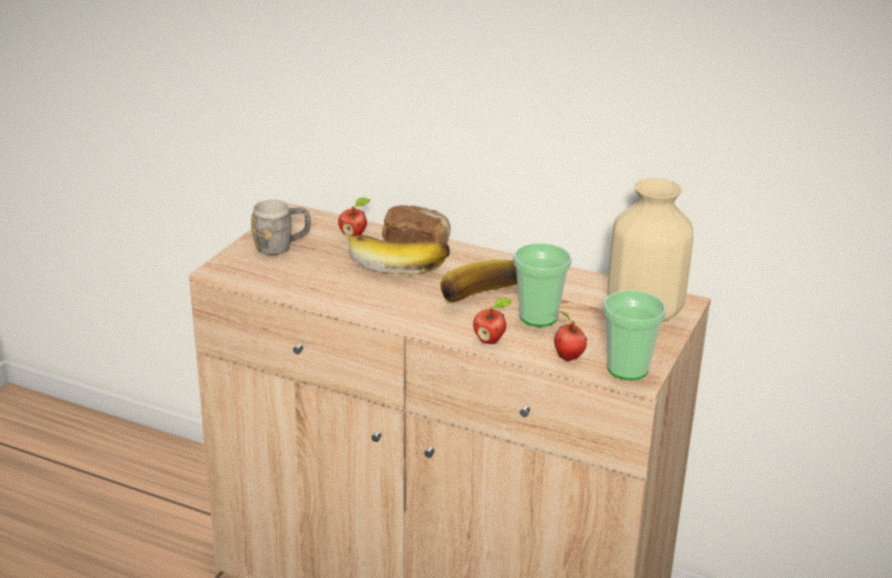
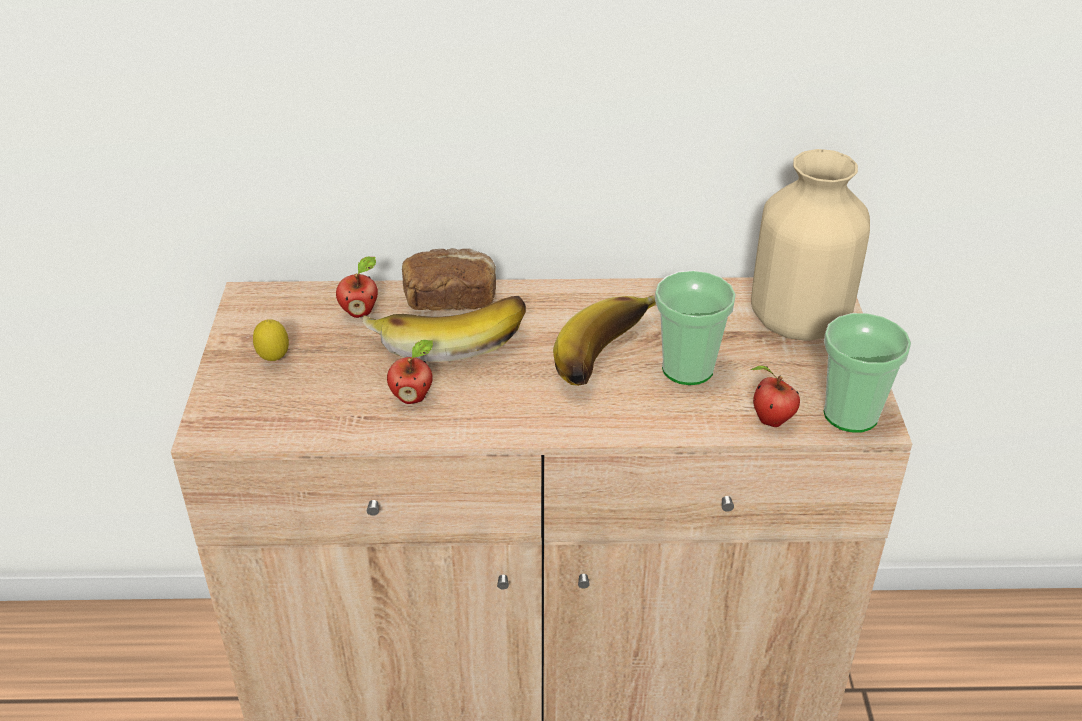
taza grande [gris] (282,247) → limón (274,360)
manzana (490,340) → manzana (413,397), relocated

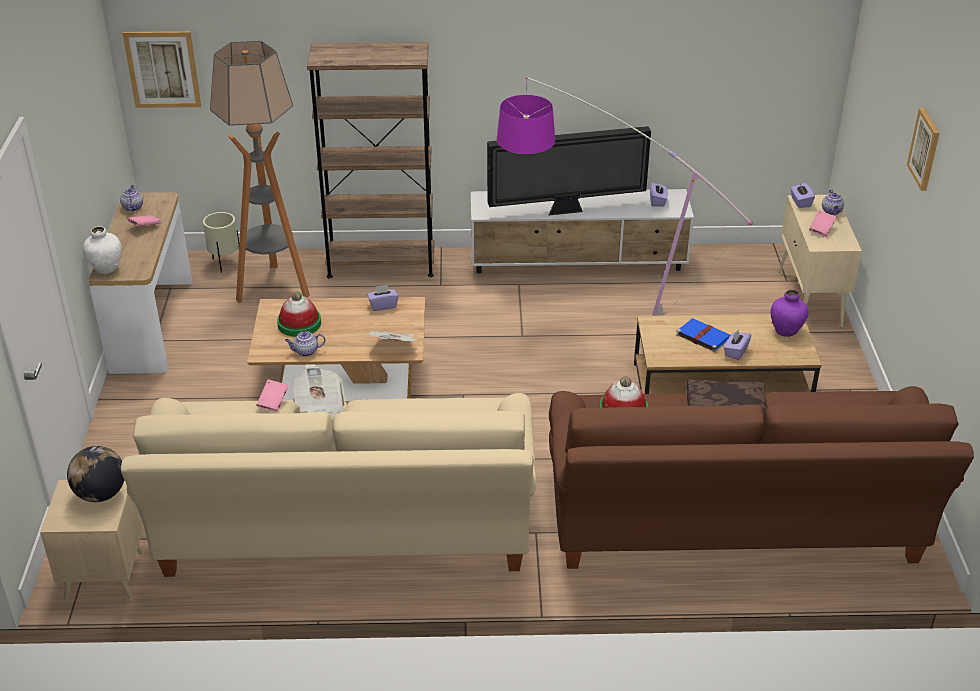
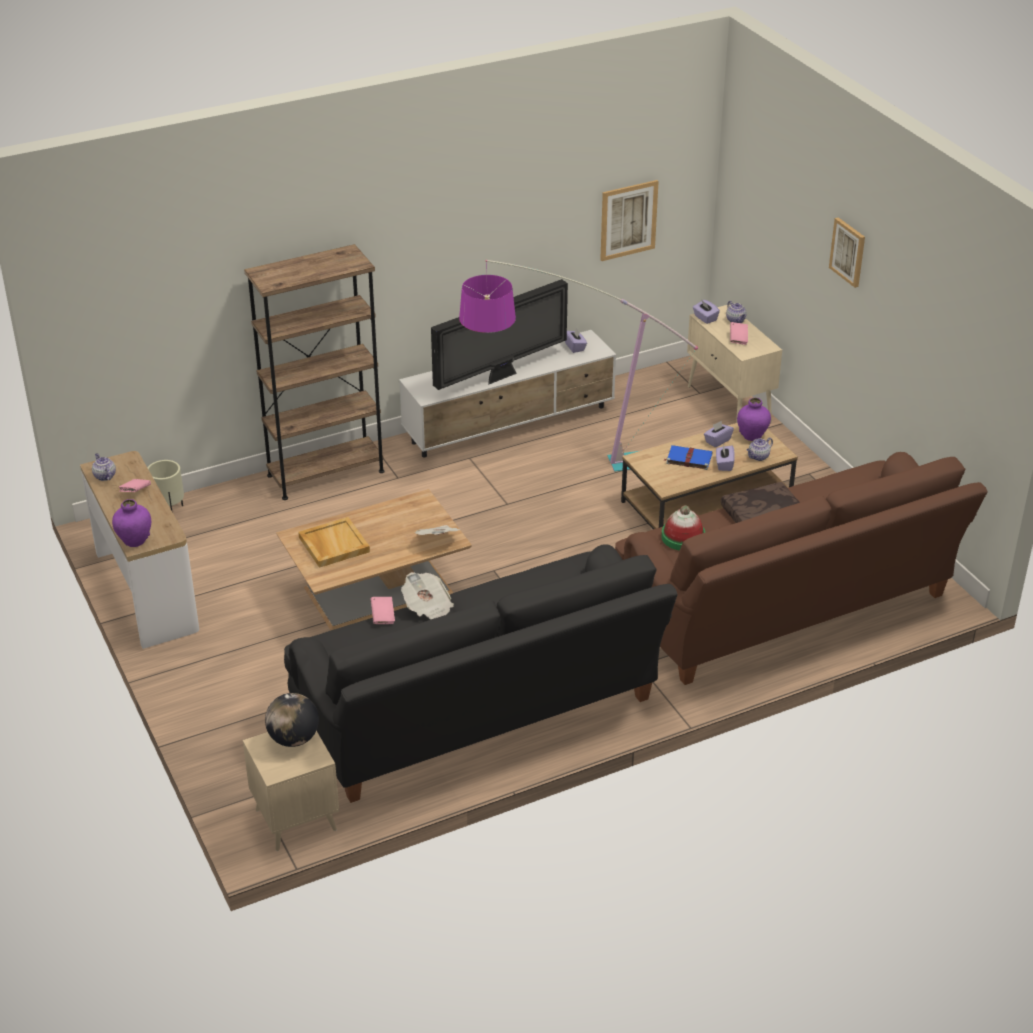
cuadro (162,69) → cuadro (628,220), relocated
lámpara de pie (273,288) → -
florero [blanco] (106,269) → florero [morado] (135,541)
caja de pañuelos [morado] (383,305) → caja de pañuelos [morado] (717,441), relocated
sombrero (299,323) → bandeja [beis] (333,544)
tetera (306,351) → tetera (758,457), relocated
sofá [beis] (346,529) → sofá [negro] (479,713)

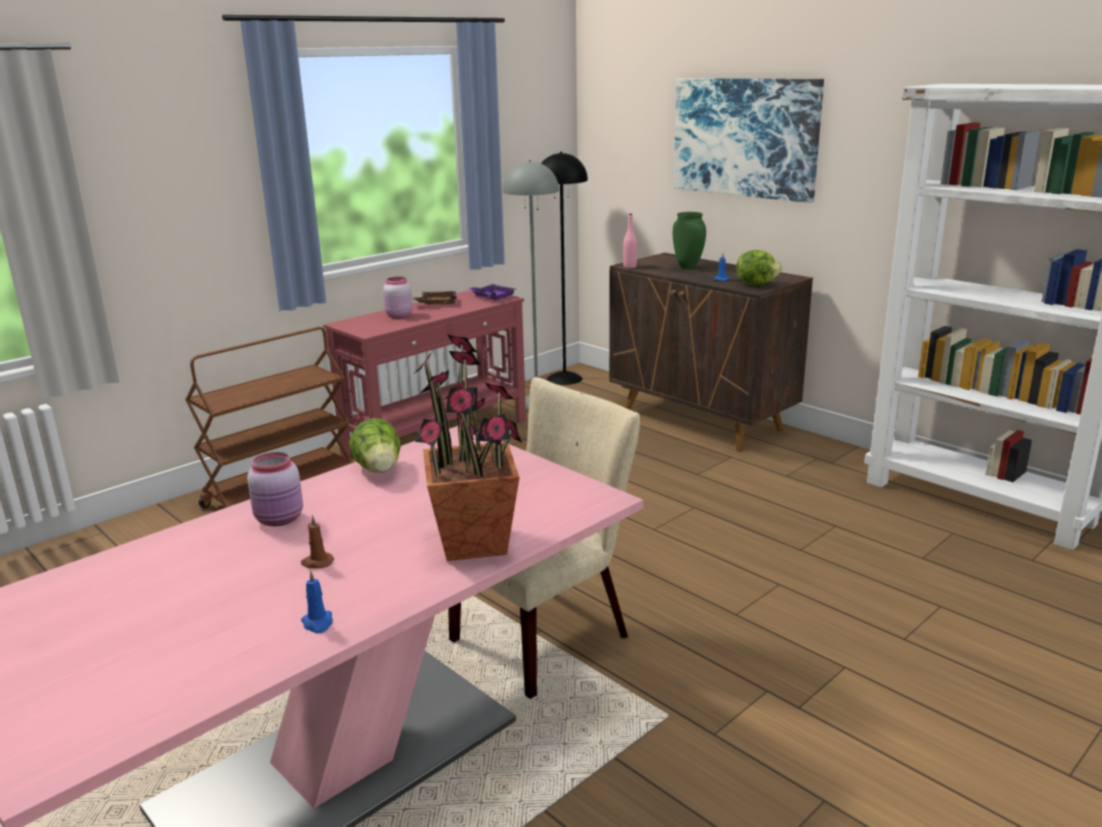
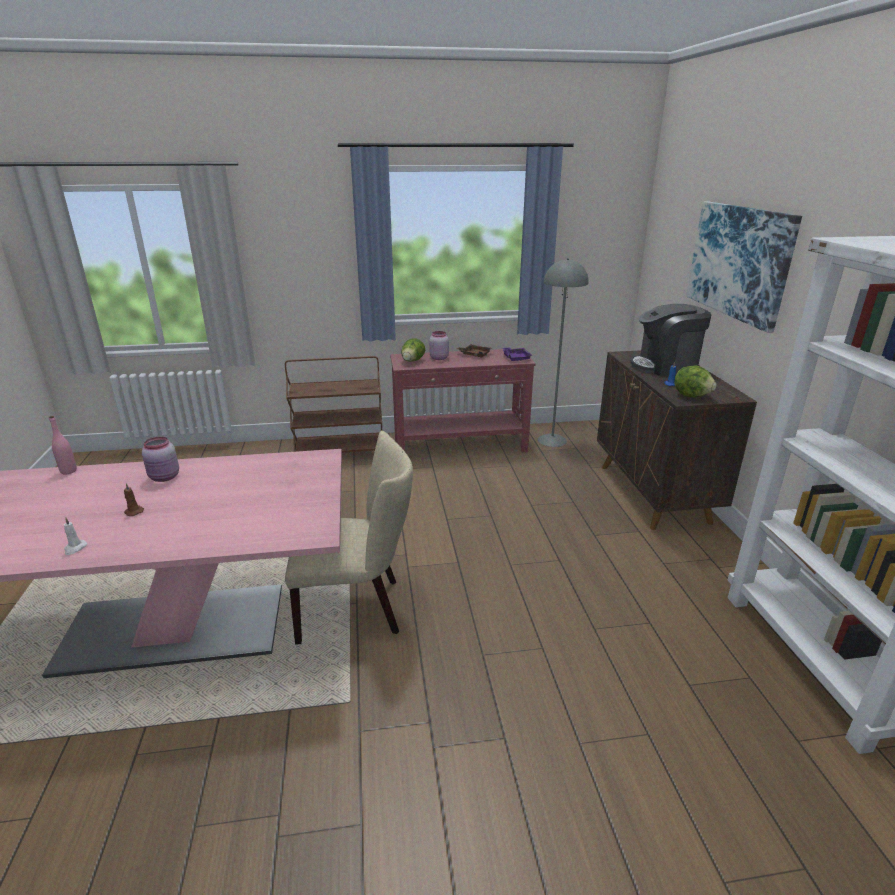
lámpara de pie [negro] (564,378) → -
florero [verde] (688,267) → cafetera (665,366)
botella [rosa] (629,266) → botella [rosa] (68,471), relocated
planta en maceta (474,543) → -
lechuga (379,470) → lechuga (412,361), relocated
vela [azul] (318,623) → vela [blanco] (75,548)

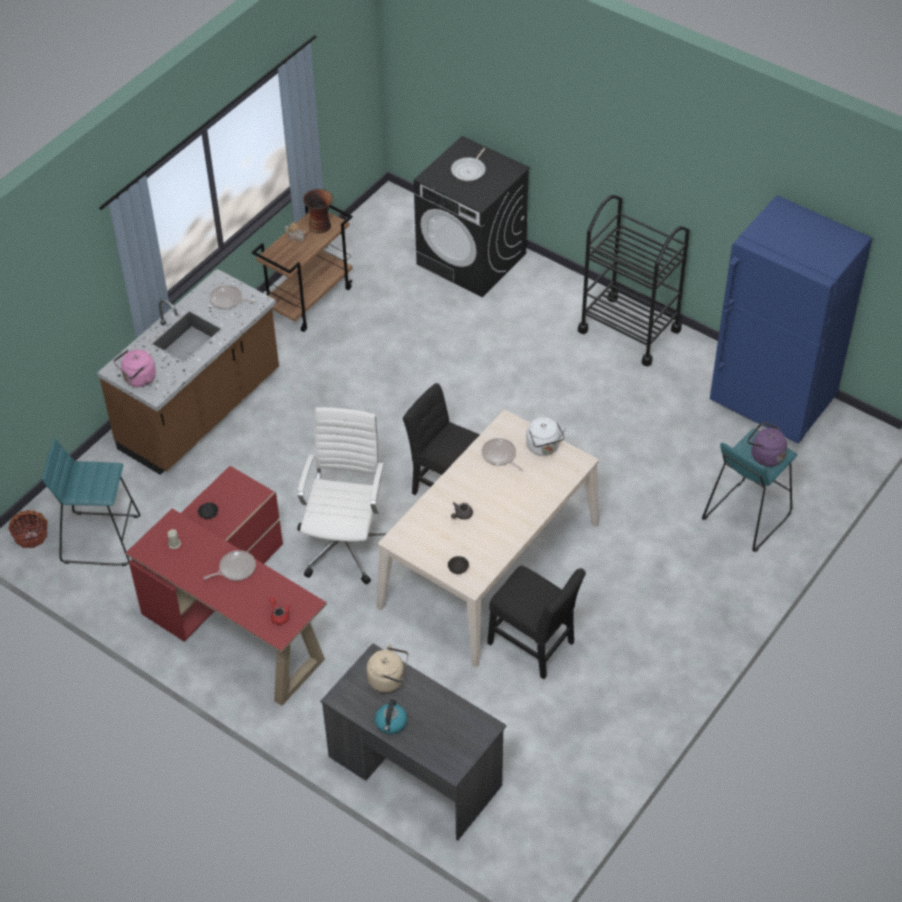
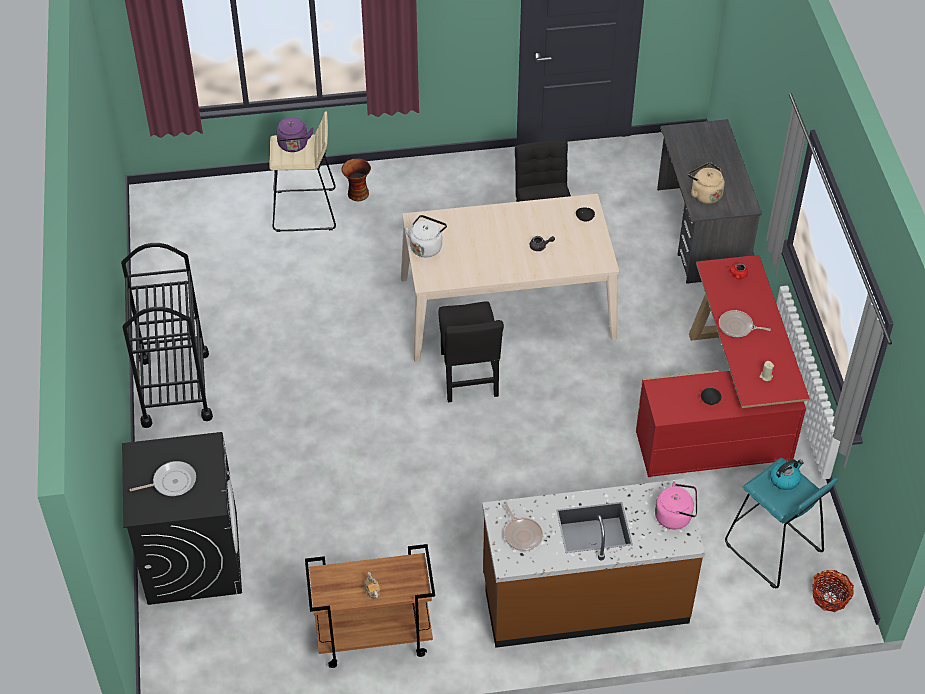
florero (320,225) → florero (357,193), relocated
nevera [azul] (772,404) → -
silla de oficina [blanco] (346,543) → -
taburete [turquesa] (746,516) → taburete [beis] (305,210)
sartén (500,456) → -
hervidor (391,723) → hervidor (785,479), relocated

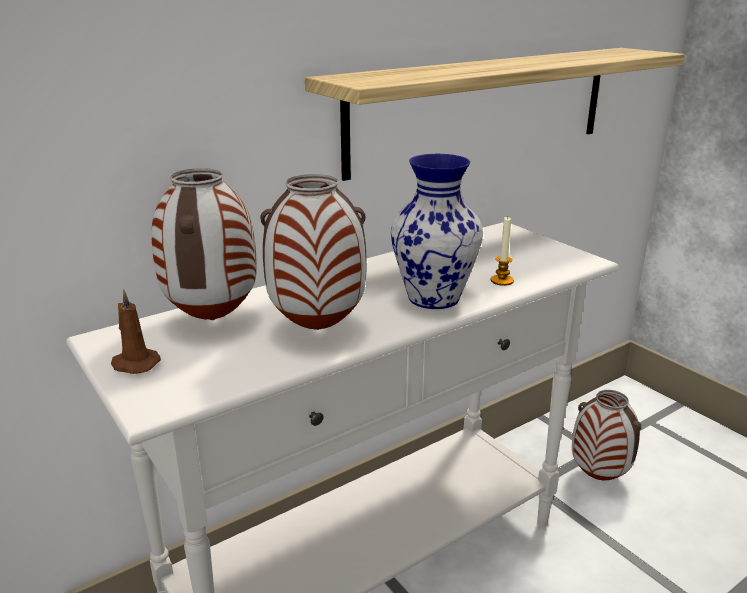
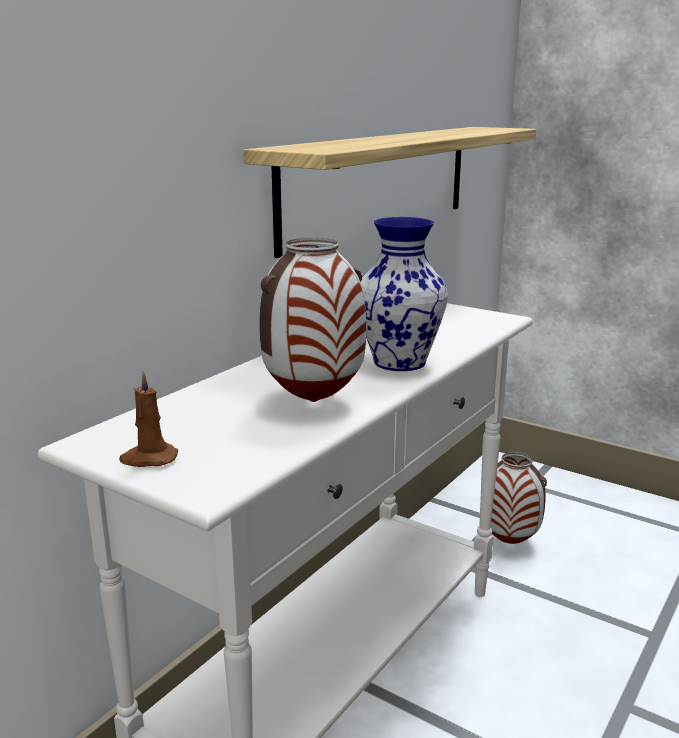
florero (213,320) → -
vela (502,281) → -

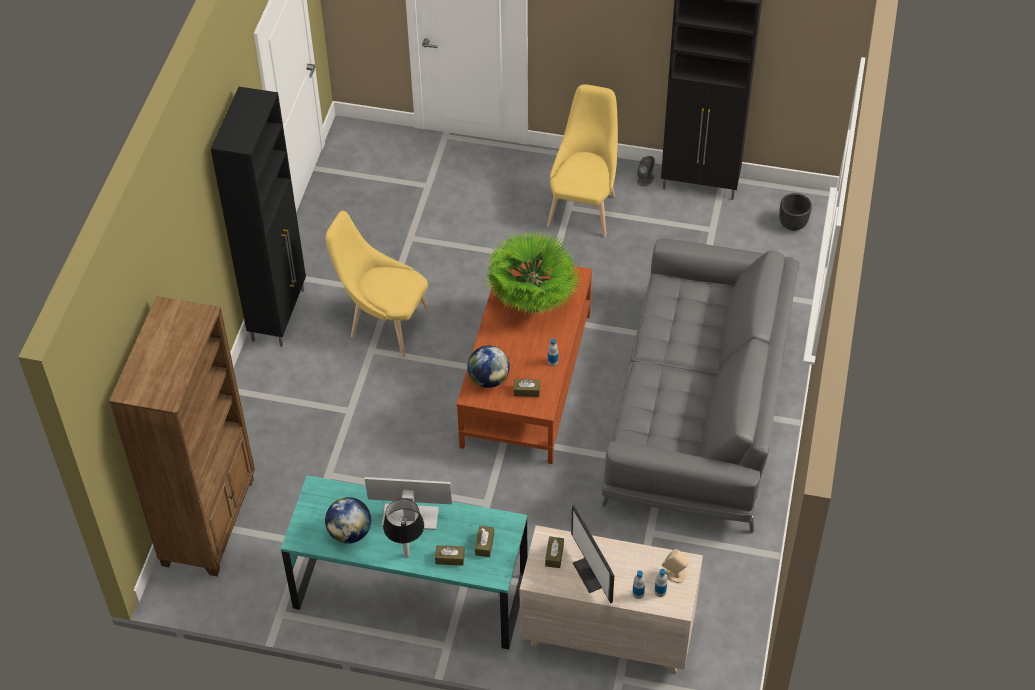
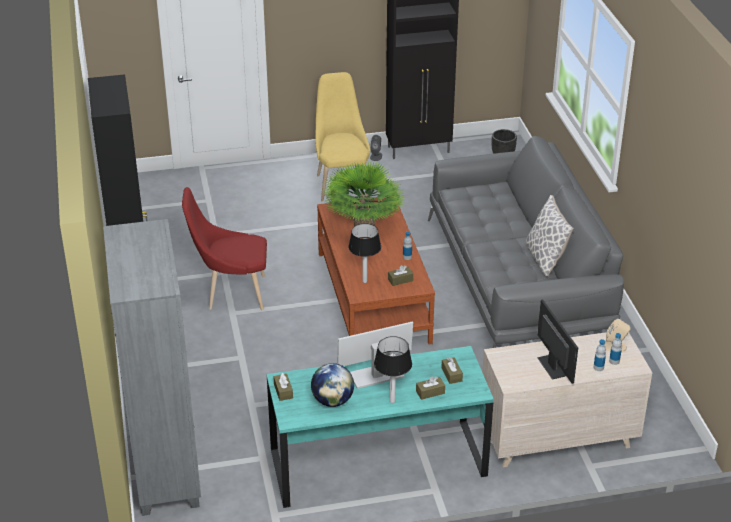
silla [amarillo] (384,324) → silla [rojo] (232,294)
estantería [marrón] (210,521) → estantería [gris] (166,469)
globo terráqueo (489,379) → lámpara de mesa (364,281)
monitor (592,574) → monitor (553,366), 150 degrees counterclockwise
caja de pañuelos [marrón] (554,555) → caja de pañuelos [marrón] (283,391), relocated
- → cojín (545,258)

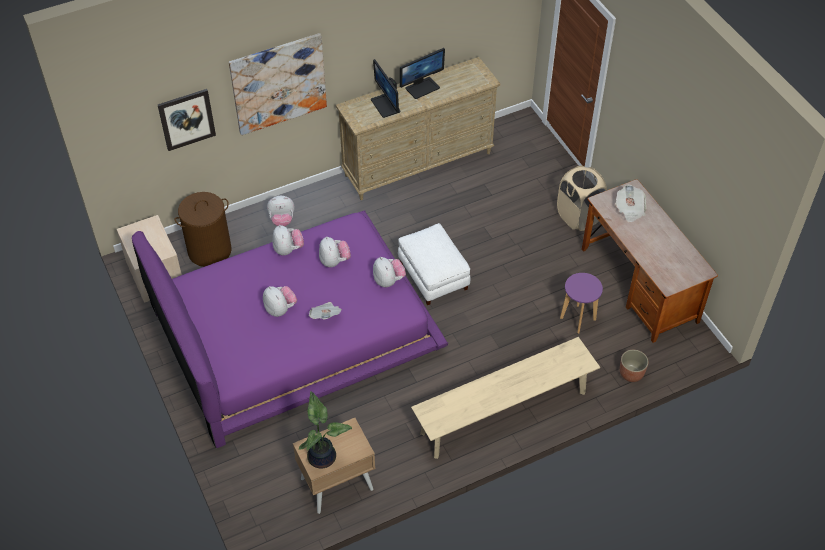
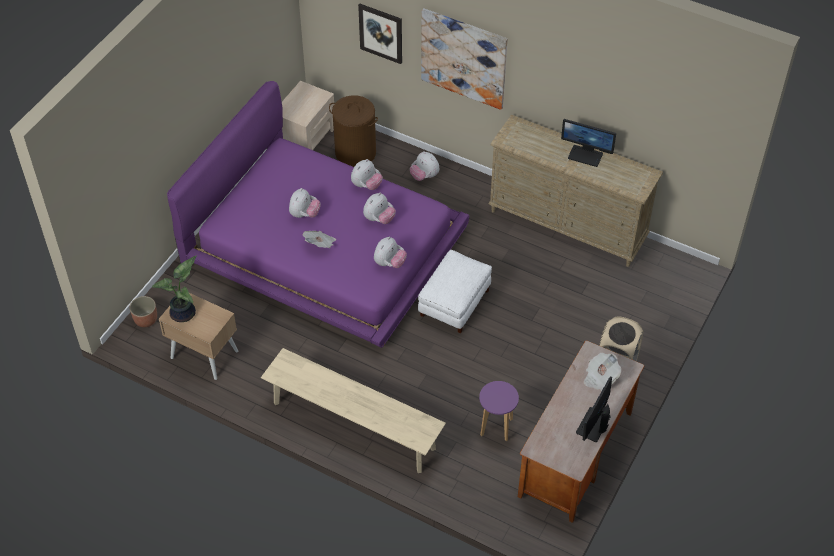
monitor (386,105) → monitor (593,425), relocated
maceta (631,374) → maceta (145,320), relocated

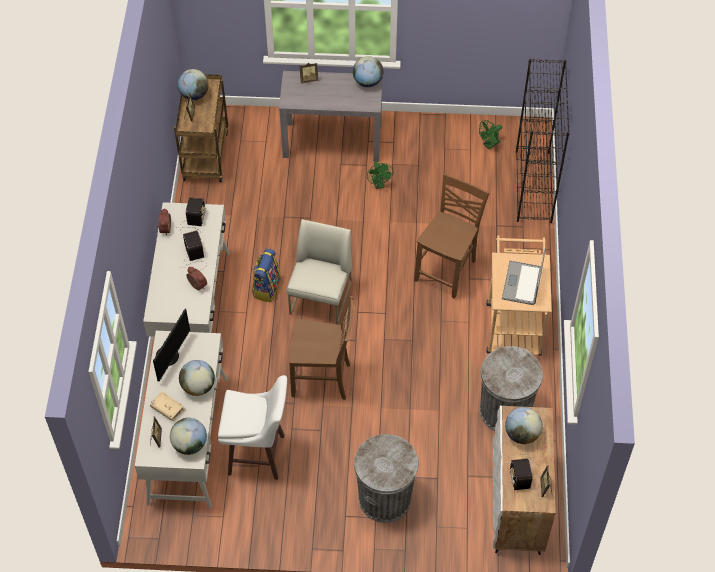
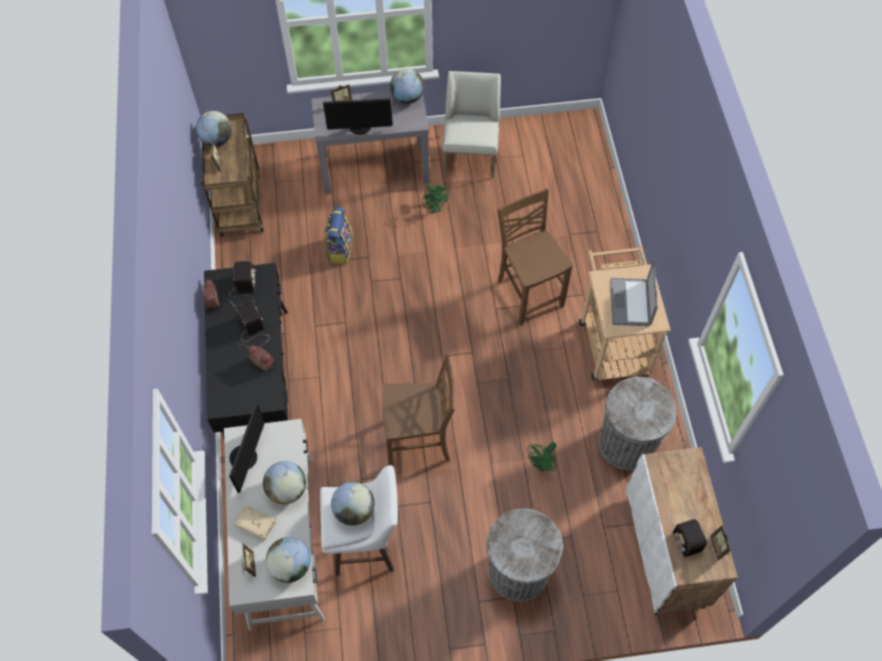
estantería [negro] (533,187) → -
ventilador [verde] (489,144) → ventilador [verde] (542,465), relocated
silla [marrón] (447,270) → silla [marrón] (528,293), 45 degrees counterclockwise
escritorio [blanco] (193,307) → escritorio [negro] (258,381)
silla [blanco] (321,298) → silla [blanco] (471,155), relocated
mochila (266,288) → mochila (339,249), relocated
globo terráqueo (522,434) → globo terráqueo (354,510), relocated
- → monitor (360,128)

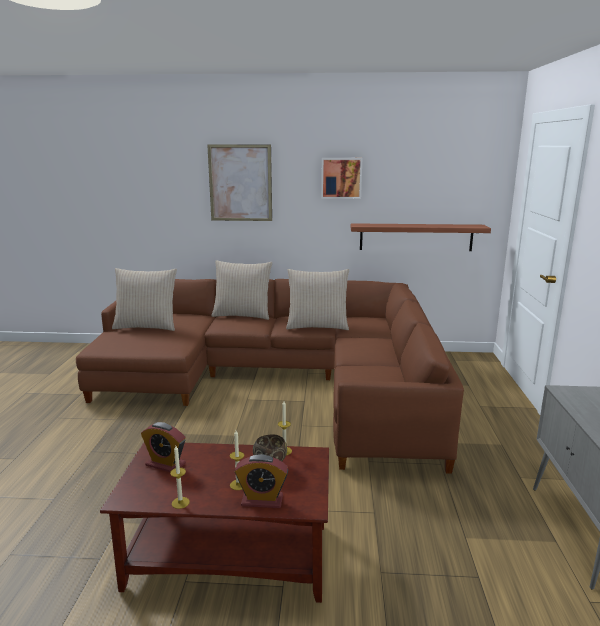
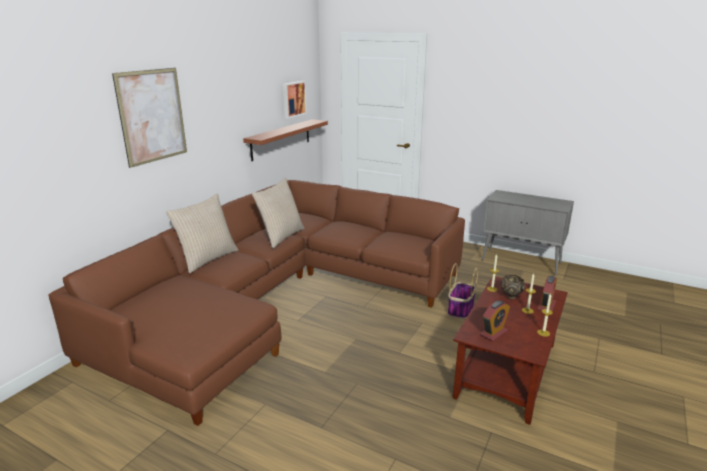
cuadro (341,178) → cuadro (293,99), relocated
cojín [beis] (147,326) → -
- → cesta (460,309)

